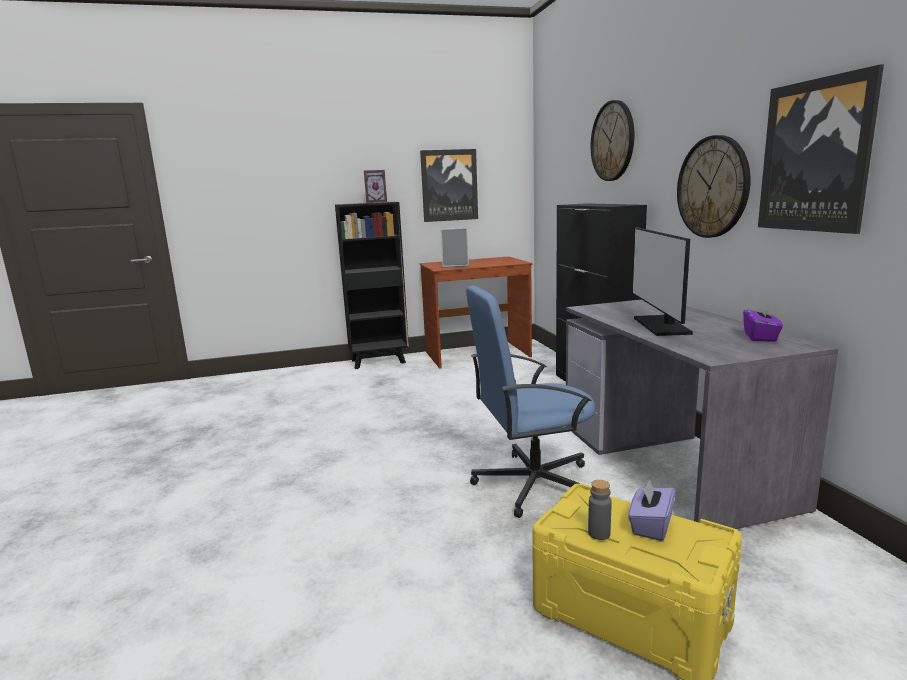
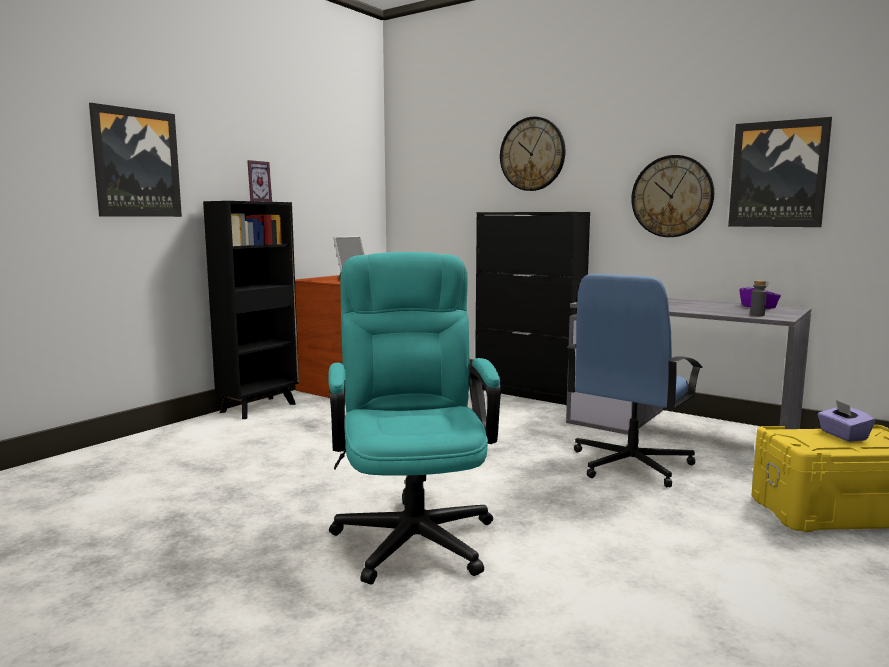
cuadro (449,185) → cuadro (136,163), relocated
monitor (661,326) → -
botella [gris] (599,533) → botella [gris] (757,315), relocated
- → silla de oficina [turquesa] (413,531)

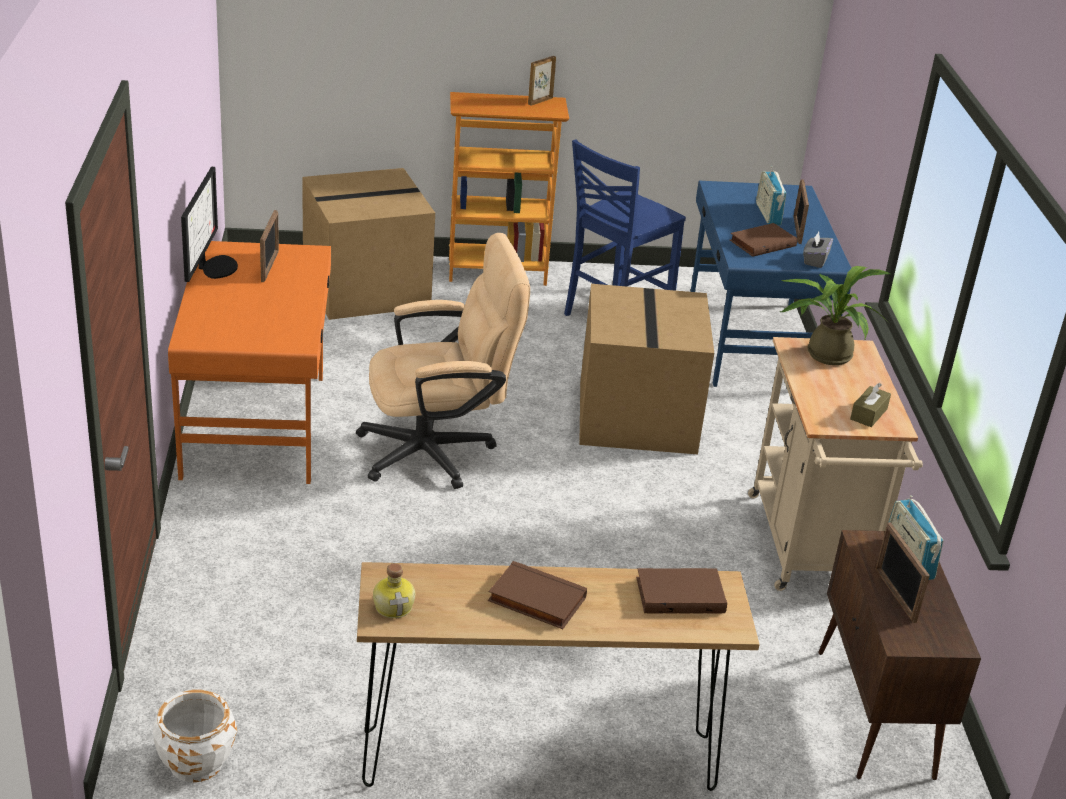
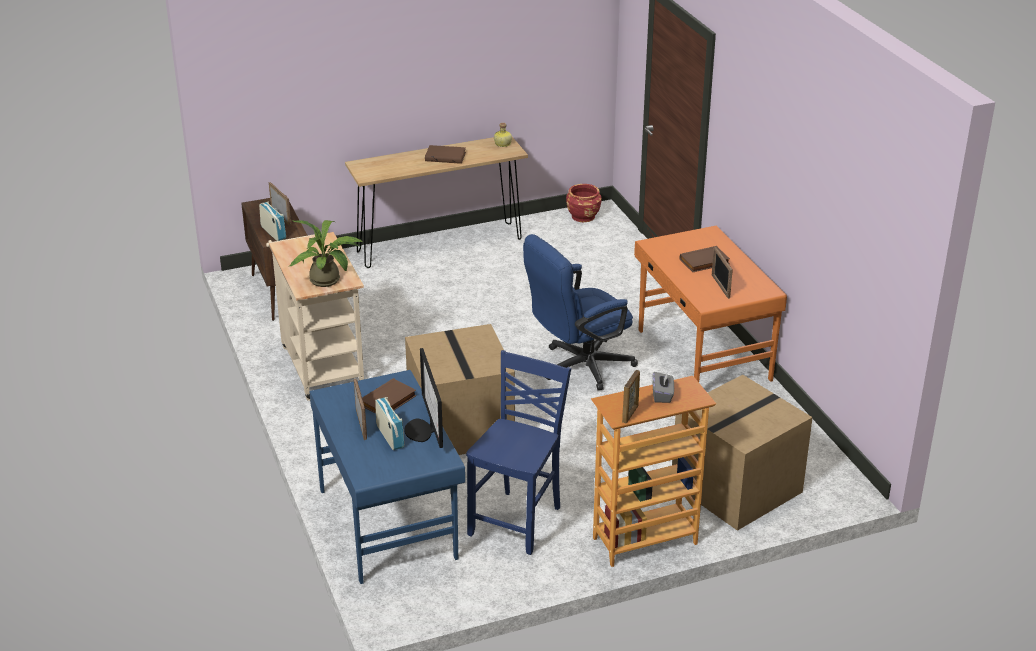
monitor (214,266) → monitor (423,430), relocated
caja de pañuelos [gris] (815,260) → caja de pañuelos [gris] (662,395), relocated
silla de oficina [beis] (439,452) → silla de oficina [azul] (578,367)
caja de pañuelos [marrón] (868,414) → -
libro [marrón] (680,594) → libro [marrón] (704,262), relocated
maceta [blanco] (196,762) → maceta [rojo] (583,216)

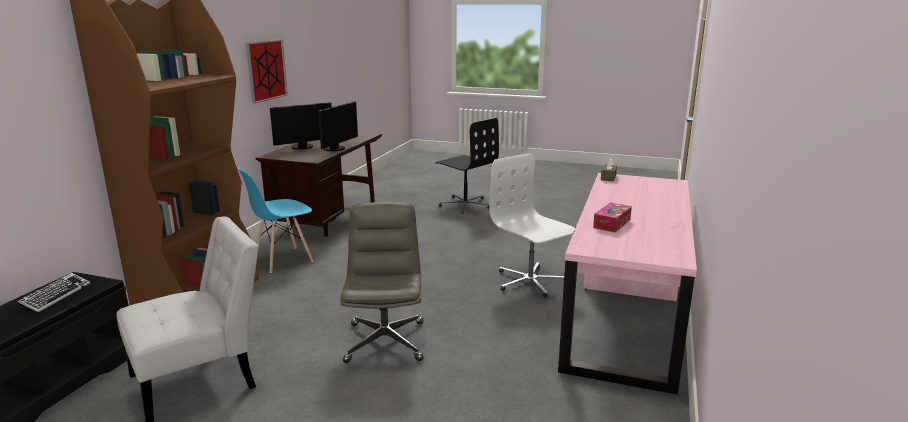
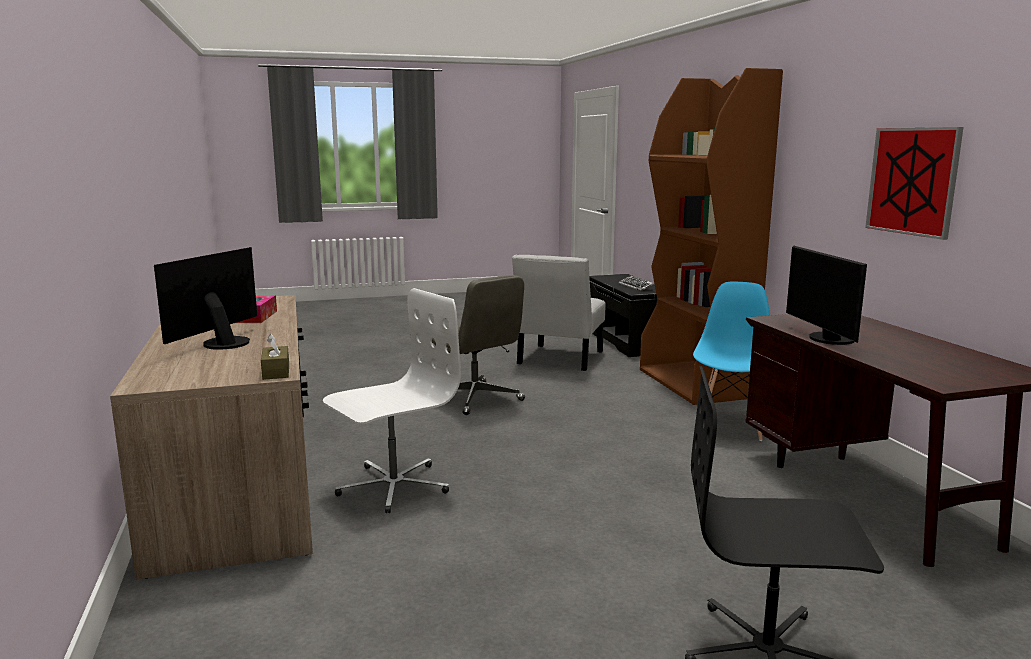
monitor (303,147) → monitor (222,343), relocated
silla de oficina [blanco] (530,281) → silla de oficina [blanco] (393,486), 60 degrees counterclockwise
escritorio [rosa] (625,314) → escritorio [marrón] (239,479)

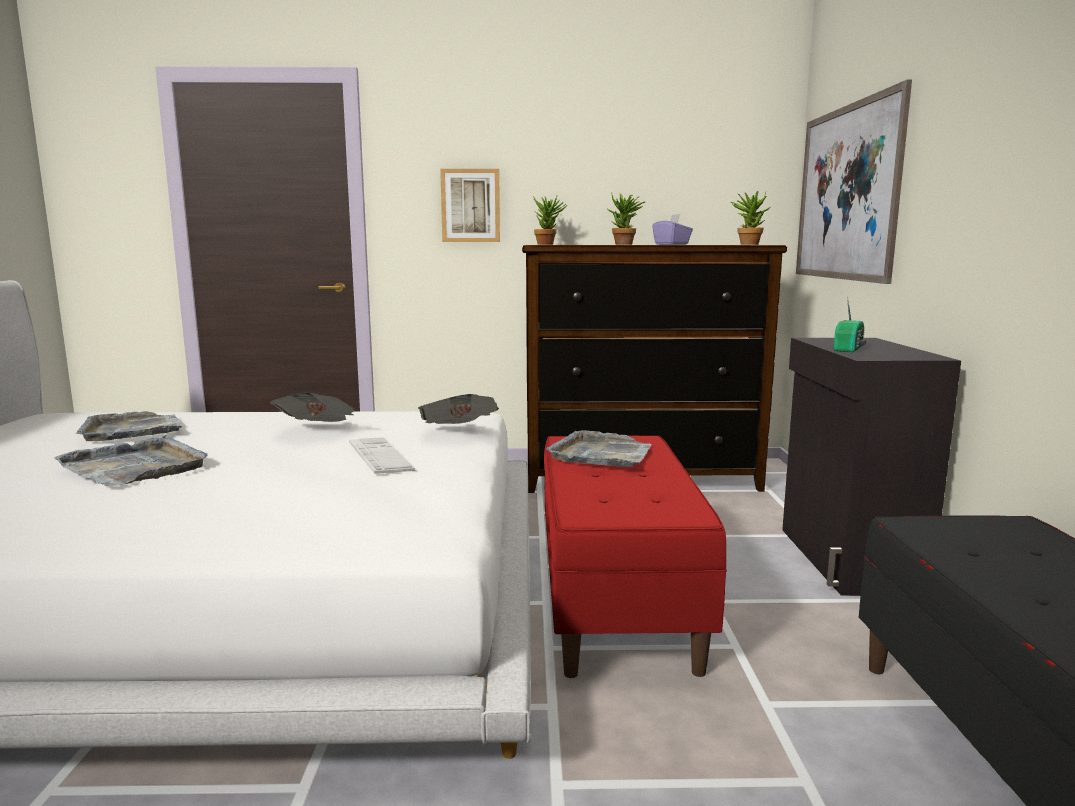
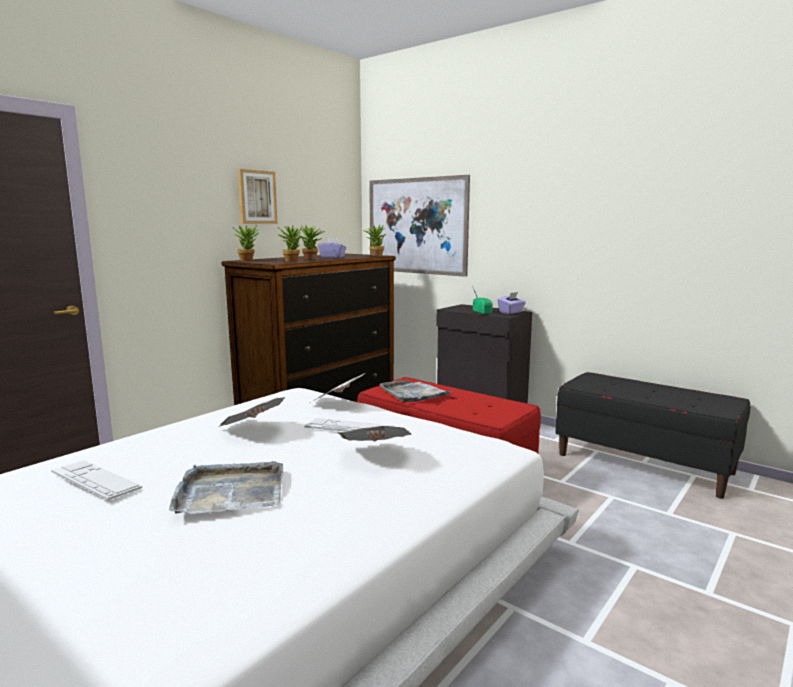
cuadro (470,206) → cuadro (257,197), relocated
bandeja [gris] (133,430) → teclado (95,480)
- → planta en maceta (292,261)
- → caja de pañuelos [morado] (511,312)
- → periódico (375,453)

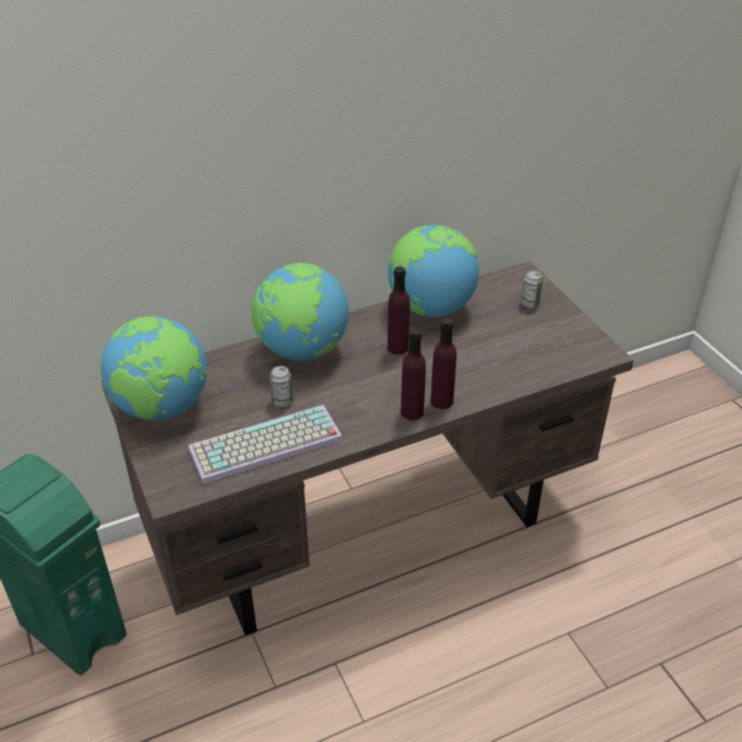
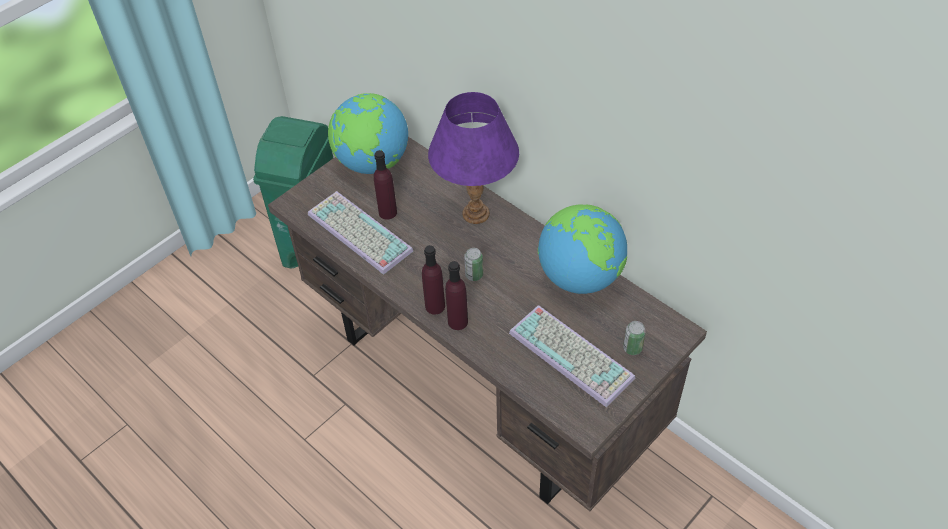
globo terráqueo (302,350) → lámpara de mesa [morado] (475,213)
botella [morado] (397,347) → botella [morado] (388,212), relocated
lata (282,401) → lata (474,275), relocated
- → teclado (573,355)

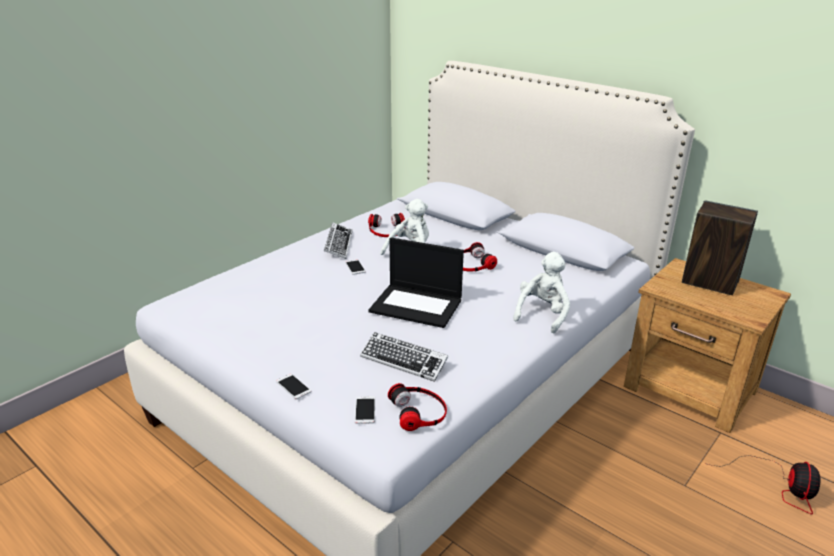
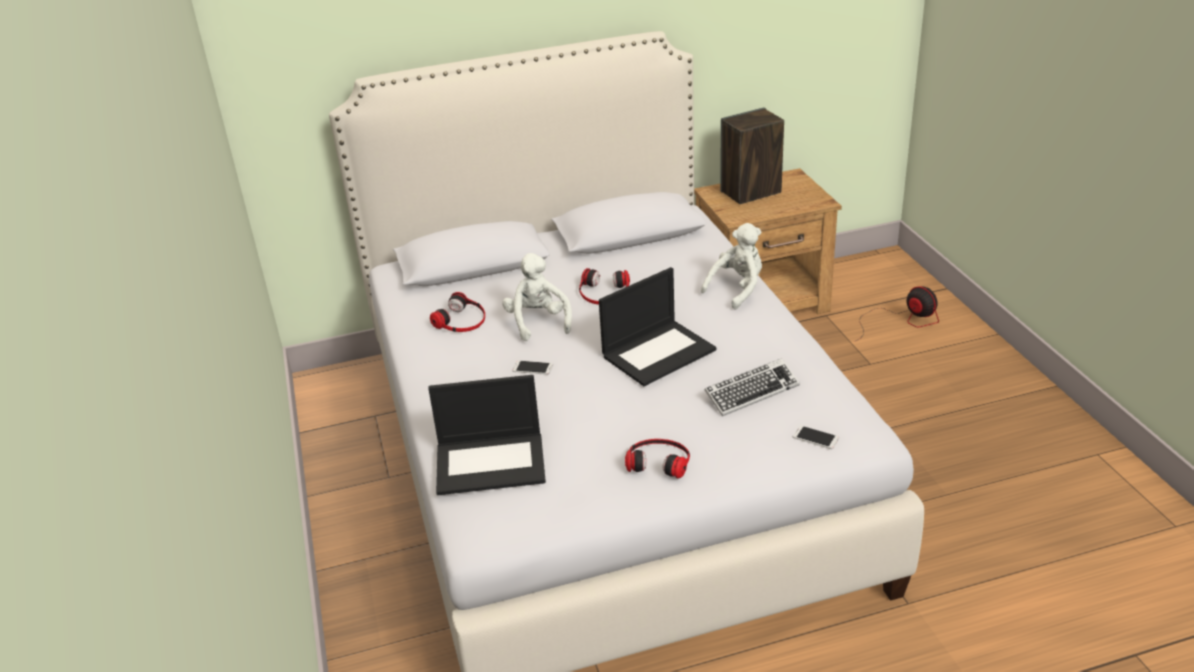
teclado (338,244) → -
peluche [blanco] (542,314) → peluche [blanco] (737,289), 75 degrees clockwise
móvil (293,386) → -
auriculares (419,411) → auriculares (659,461), relocated
- → portátil (492,463)

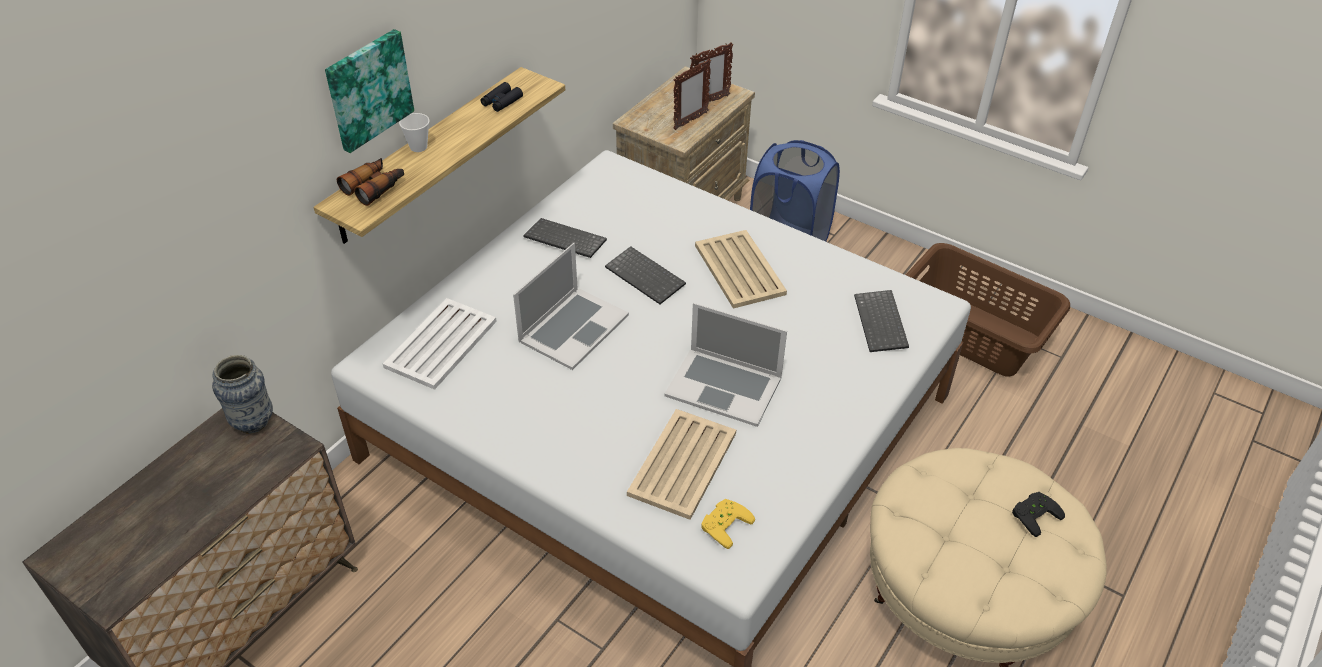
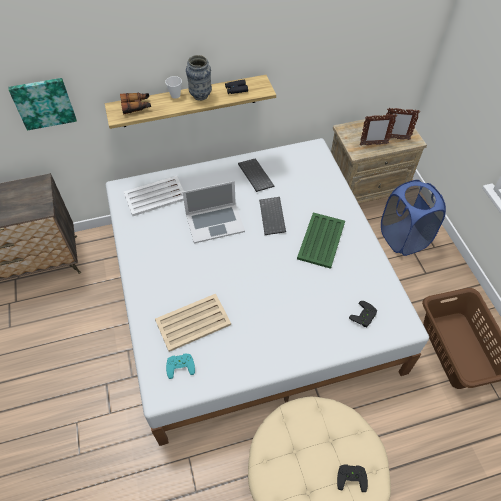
cuadro (368,89) → cuadro (43,103), relocated
bandeja [beis] (739,269) → bandeja [verde] (321,240)
teclado (882,323) → mando de consola [negro] (364,316)
portátil (724,386) → -
florero (253,422) → florero (200,96), relocated
mando de consola [amarillo] (723,523) → mando de consola [turquesa] (180,365)

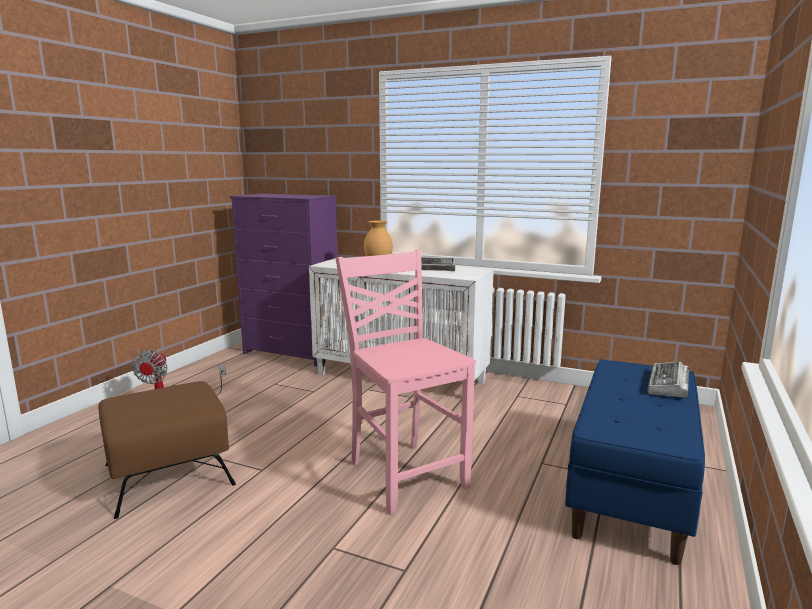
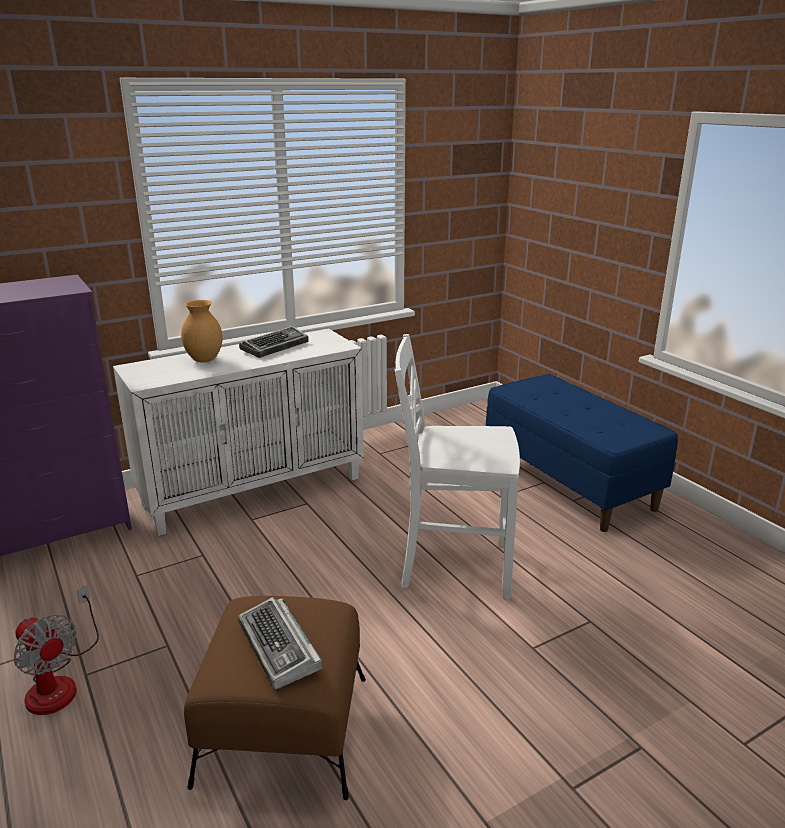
silla [rosa] (405,474) → silla [blanco] (453,566)
teclado (668,385) → teclado (280,648), relocated

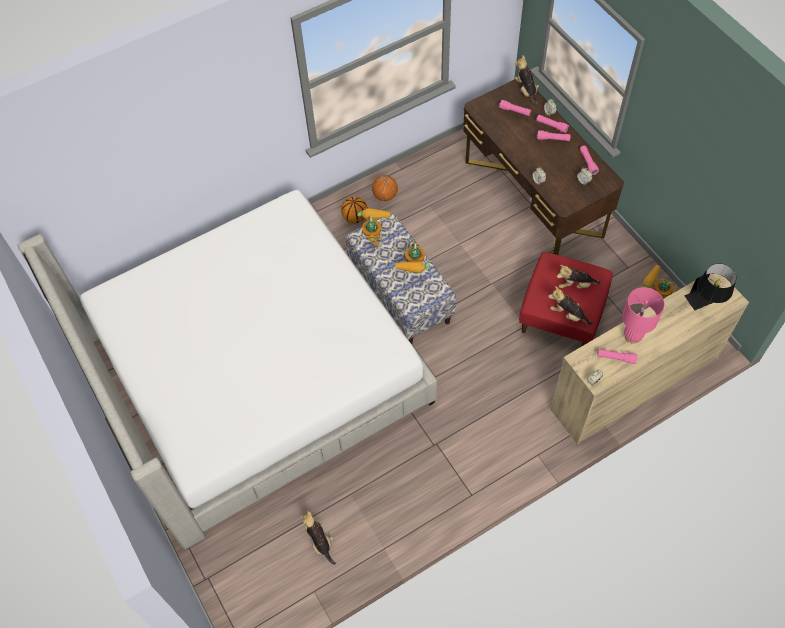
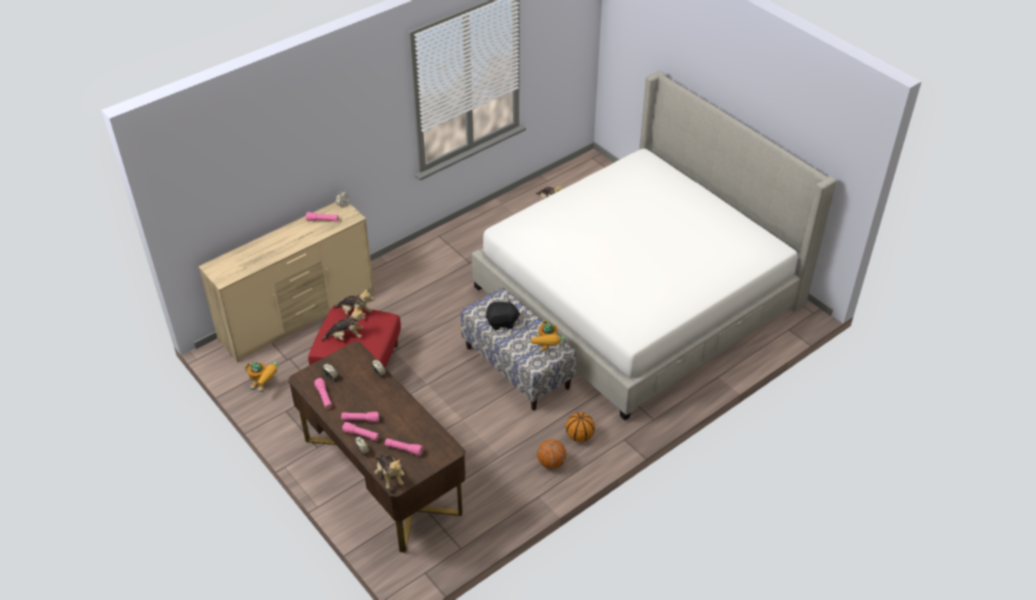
robot de juguete (413,273) → peluche [negro] (502,322)
lámpara de mesa [negro] (705,302) → -
lámpara de mesa [rosa] (632,336) → -

